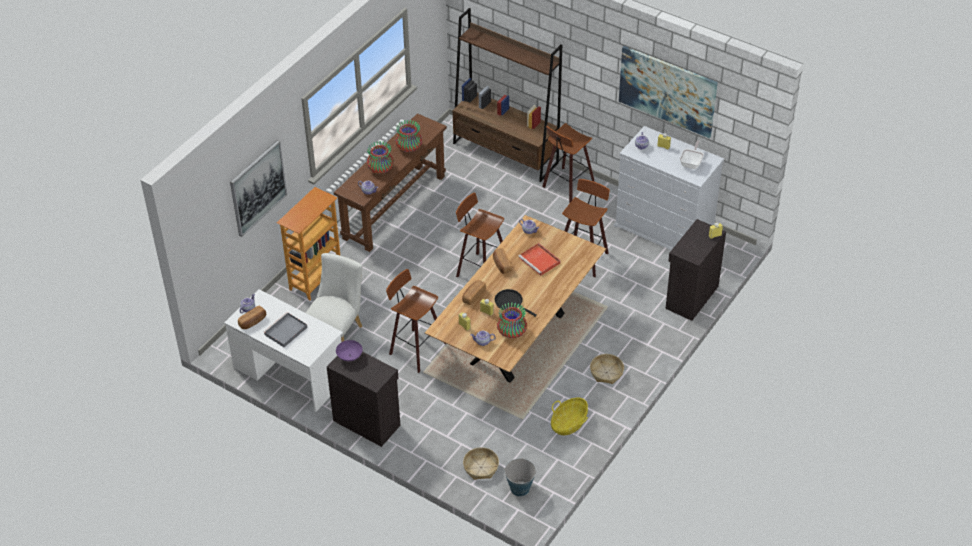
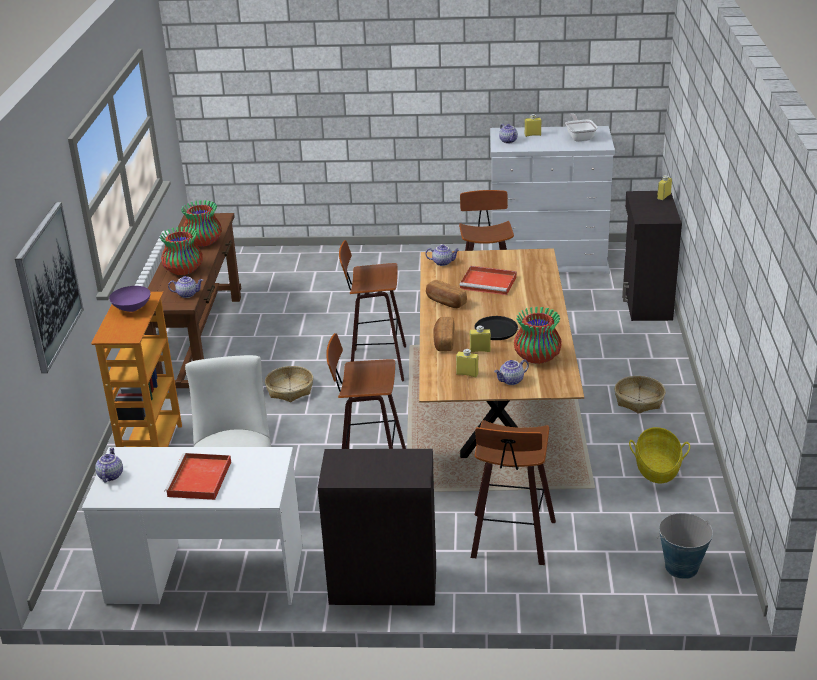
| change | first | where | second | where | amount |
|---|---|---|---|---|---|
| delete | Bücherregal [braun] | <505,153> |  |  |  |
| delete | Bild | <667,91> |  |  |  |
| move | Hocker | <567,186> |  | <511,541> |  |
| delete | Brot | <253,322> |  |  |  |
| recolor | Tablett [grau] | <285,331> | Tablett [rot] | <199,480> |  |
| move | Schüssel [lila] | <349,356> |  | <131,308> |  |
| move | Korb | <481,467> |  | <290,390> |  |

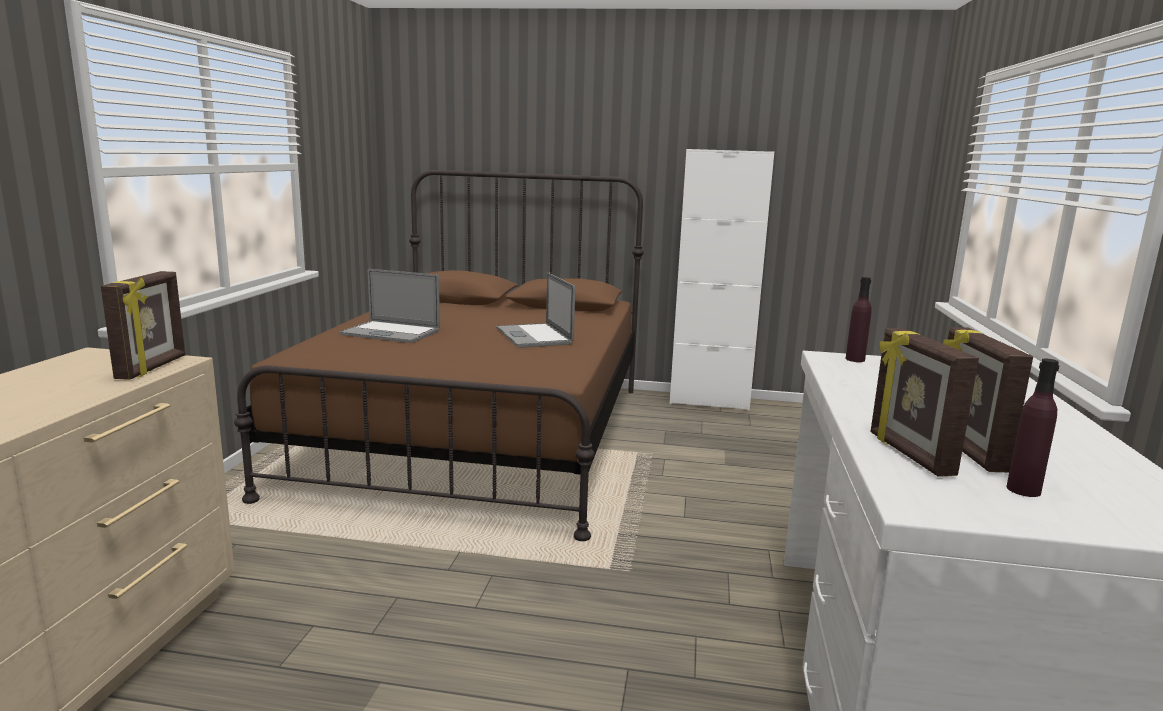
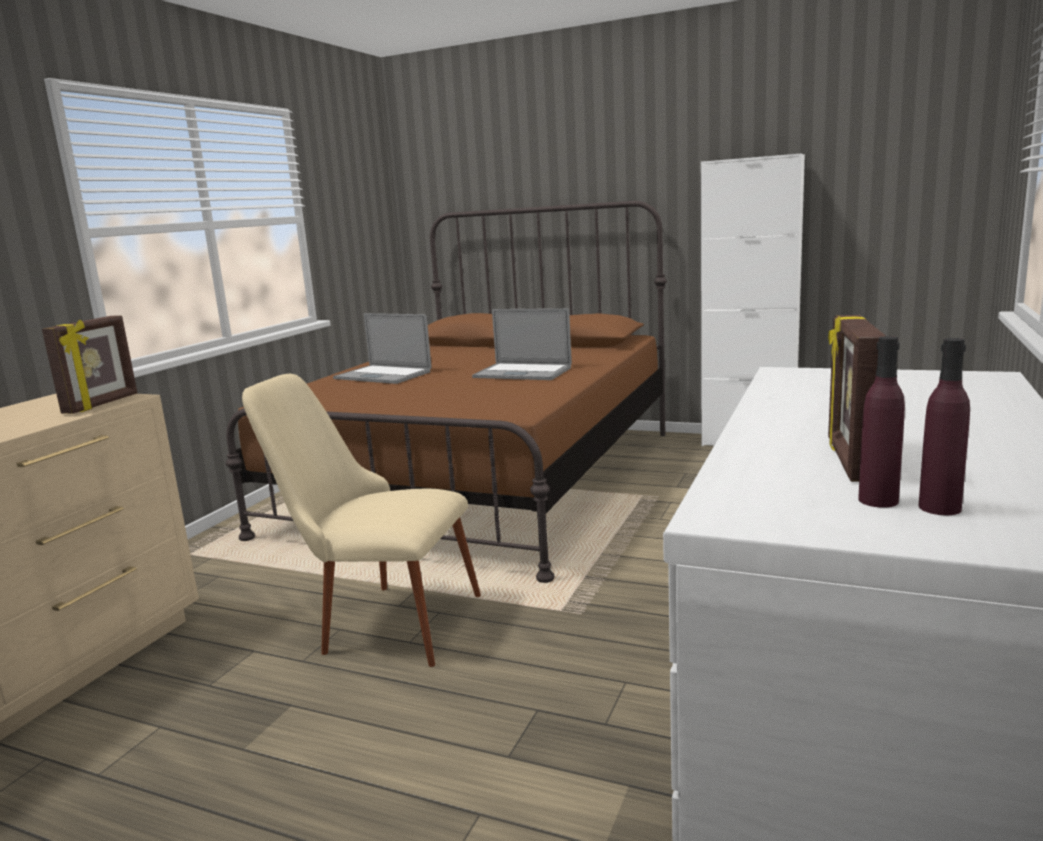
| change | first | where | second | where | amount |
|---|---|---|---|---|---|
| rotate | Laptop | <533,336> |  | <522,373> | 60 degrees counterclockwise |
| move | Flasche [lila] | <855,359> |  | <939,508> |  |
| delete | Bilderrahmen | <908,454> |  |  |  |
| insert |  |  | Stuhl [beige] | <378,620> |  |

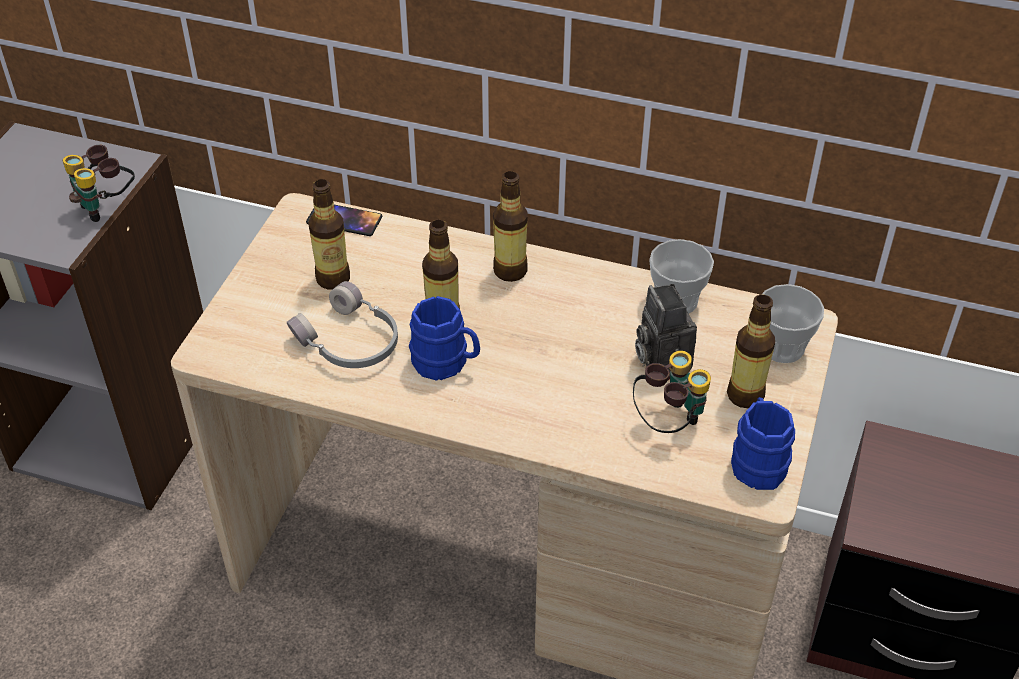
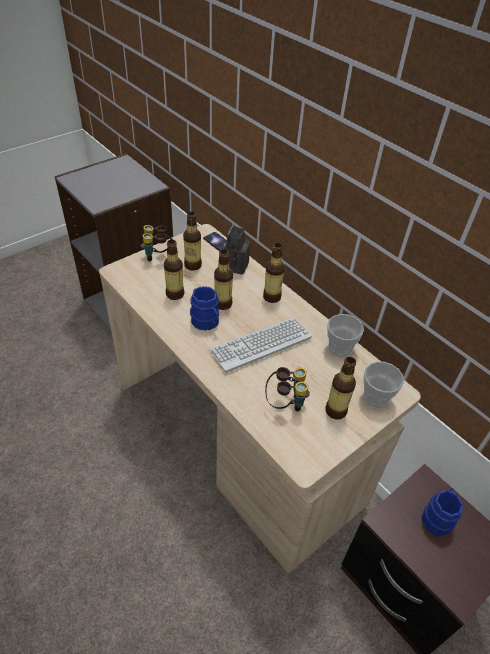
| change | first | where | second | where | amount |
|---|---|---|---|---|---|
| move | Fernglas | <107,206> |  | <159,256> |  |
| replace | Kopfhörer [grau] | <349,342> | Flasche | <175,294> |  |
| move | Kamera | <660,359> |  | <235,265> |  |
| move | Henkelbecher [blau] | <757,461> |  | <438,517> |  |
| insert |  |  | Tastatur | <260,344> |  |

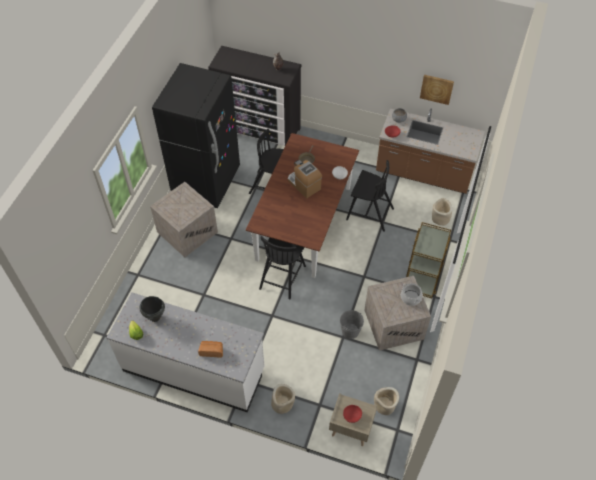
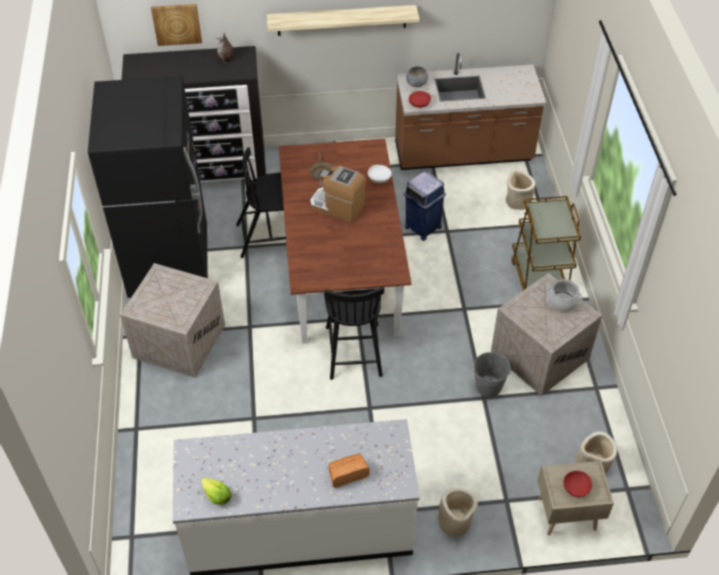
| change | first | where | second | where | amount |
|---|---|---|---|---|---|
| move | Bild | <436,89> |  | <177,24> |  |
| replace | Stuhl [schwarz] | <369,213> | Mülleimer [blau] | <422,227> |  |
| delete | Kochtopf [schwarz] | <155,317> |  |  |  |
| insert |  |  | Wandregal | <341,20> |  |

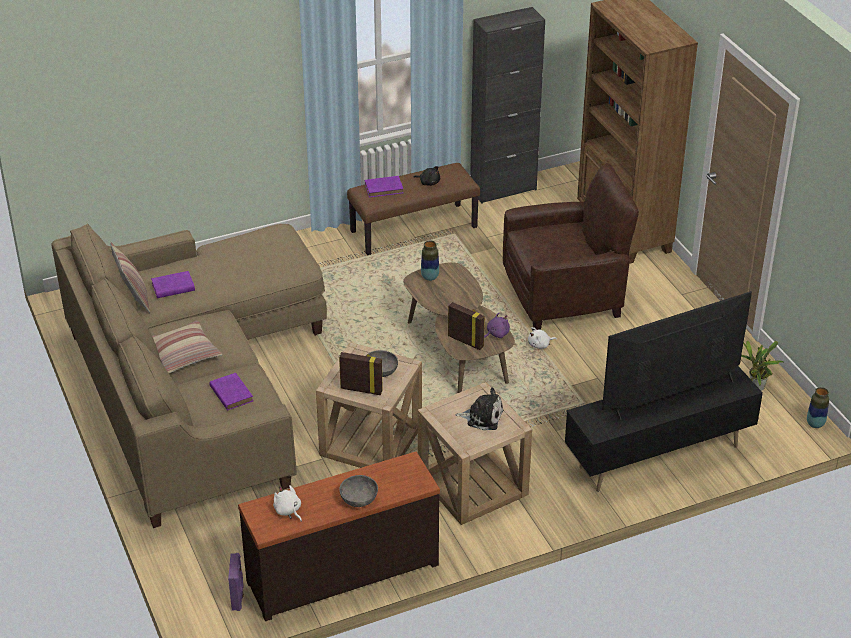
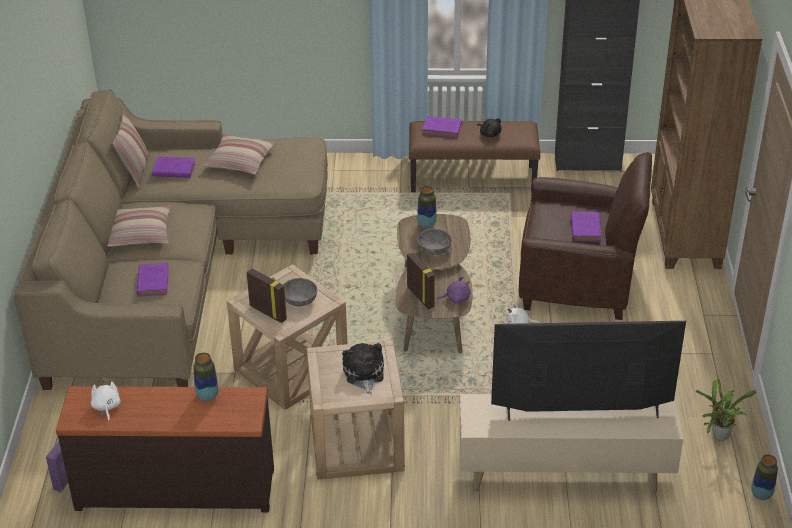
| change | first | where | second | where | amount |
|---|---|---|---|---|---|
| recolor | Fernsehschrank [schwarz] | <657,456> | Fernsehschrank [beige] | <563,474> |  |
| rotate | Plüschtier | <482,417> |  | <363,374> | 135 degrees counterclockwise |
| move | Schüssel [grau] | <358,499> |  | <434,249> |  |
| insert |  |  | Kissen | <240,161> |  |
| insert |  |  | Buch [lila] | <585,228> |  |
| insert |  |  | Vase | <207,396> |  |

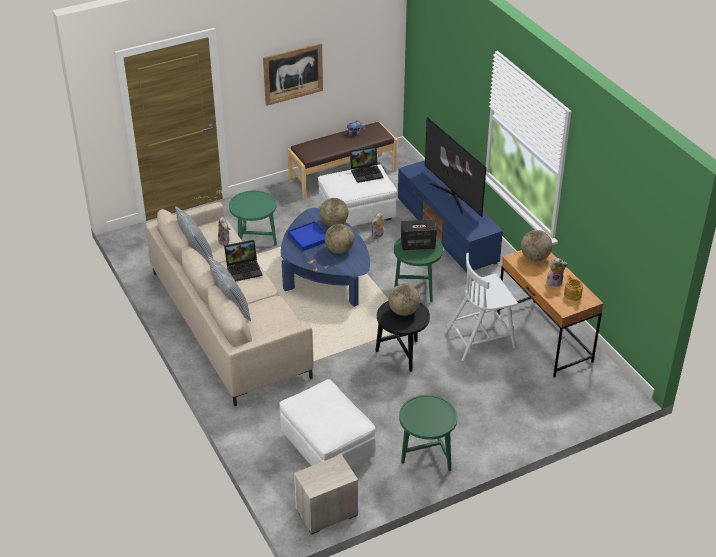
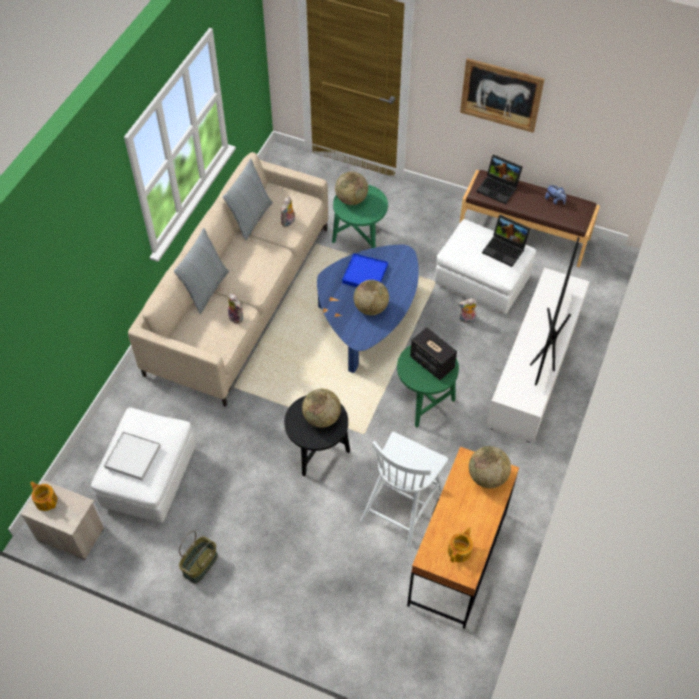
| change | first | where | second | where | amount |
|---|---|---|---|---|---|
| recolor | Fernsehschrank [blau] | <447,231> | Fernsehschrank [weiß] | <535,369> |  |
| move | Globus | <334,223> |  | <351,199> |  |
| move | Laptop | <244,269> |  | <499,188> |  |
| rotate | Stuhl [weiß] | <481,339> |  | <402,504> | 90 degrees counterclockwise |
| move | Plüschtier | <554,282> |  | <237,317> |  |
| replace | Beistelltisch [grün] | <426,457> | Korb | <200,565> |  |
| insert |  |  | Tablett [weiß] | <133,457> |  |
| insert |  |  | Teekanne | <46,500> |  |

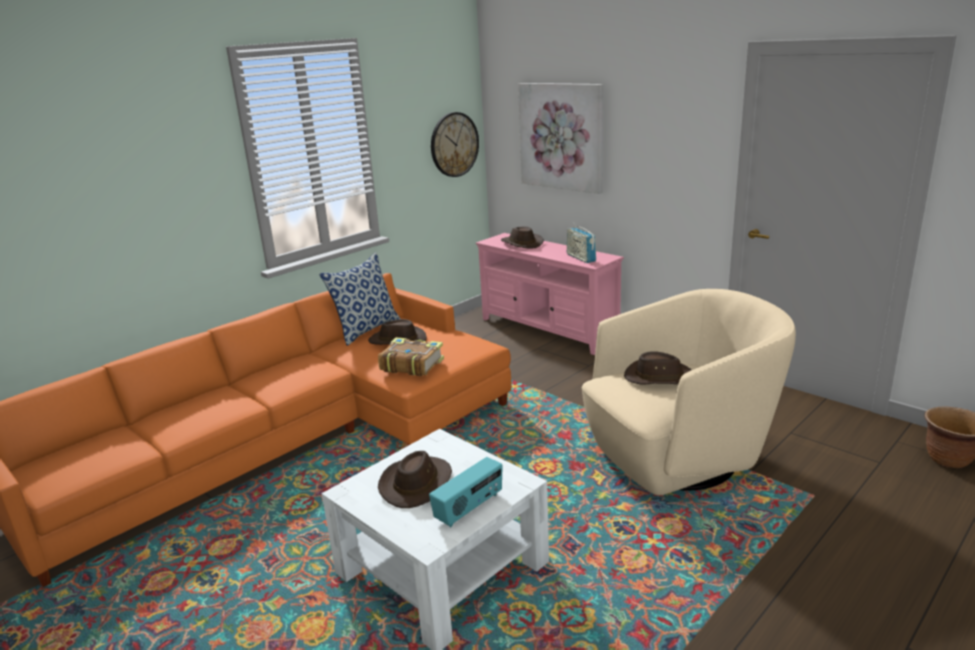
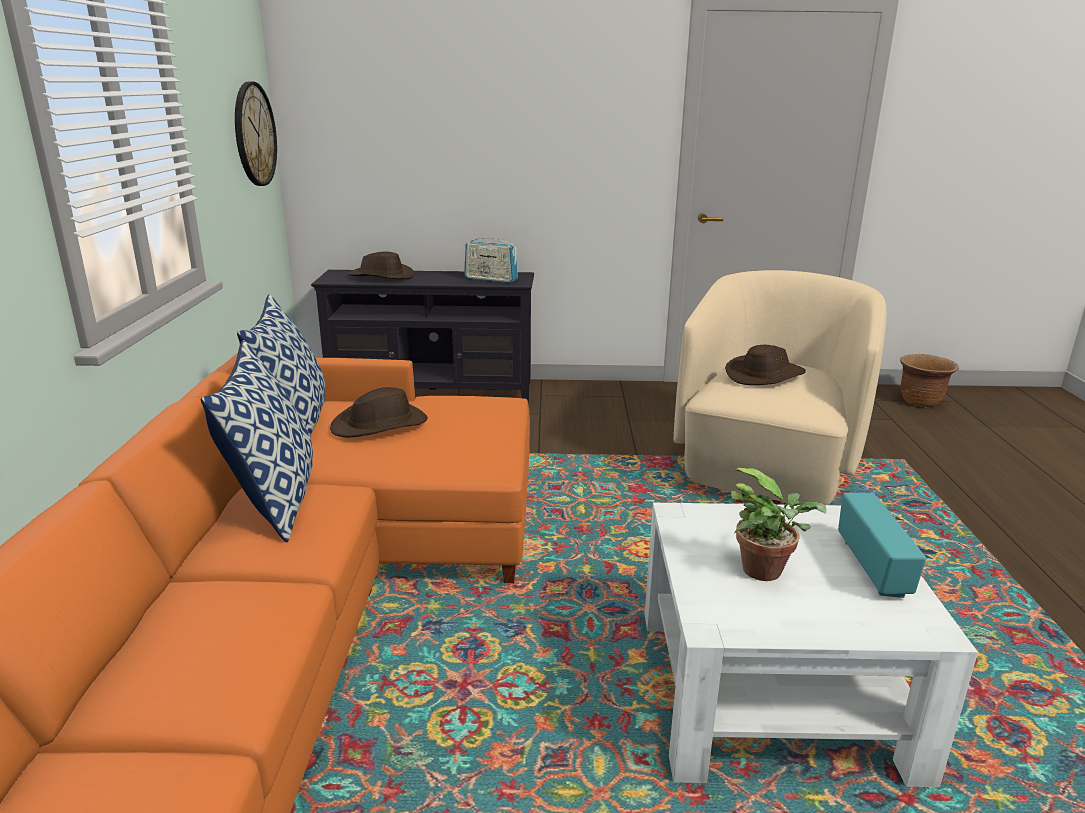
| change | first | where | second | where | amount |
|---|---|---|---|---|---|
| delete | Bild | <561,136> |  |  |  |
| recolor | Fernsehschrank [rosa] | <548,330> | Fernsehschrank [schwarz] | <432,390> |  |
| delete | Buch | <411,365> |  |  |  |
| replace | Hut [braun] | <416,483> | Topfpflanze | <767,572> |  |
| insert |  |  | Kissen | <274,501> |  |

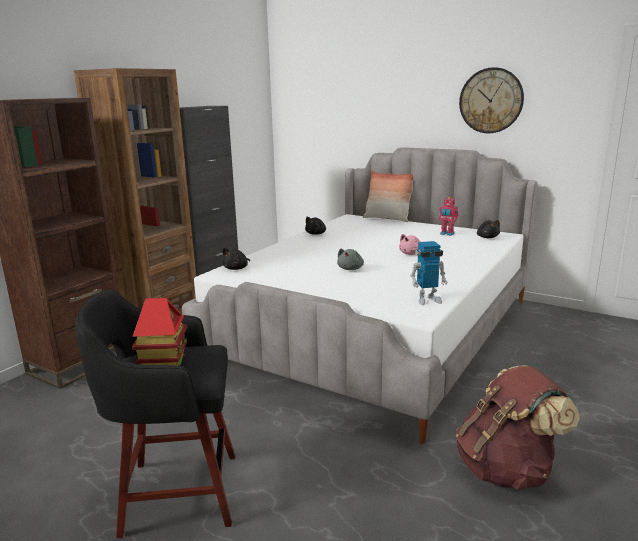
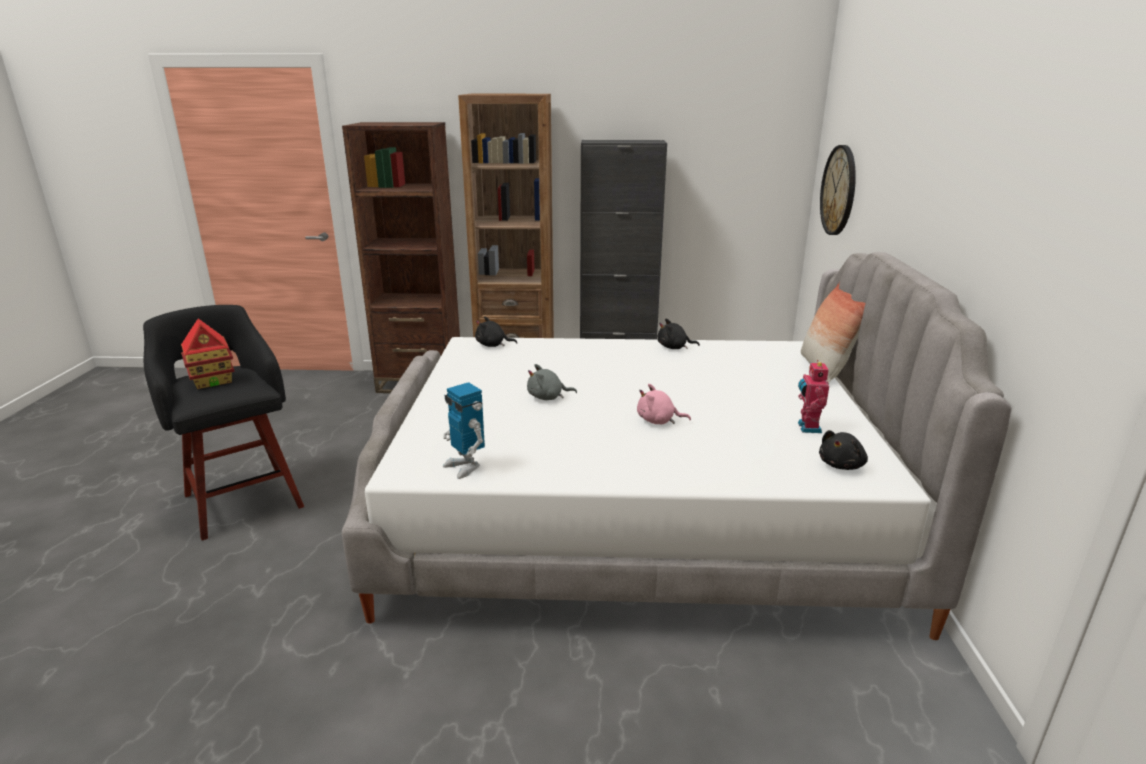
| change | first | where | second | where | amount |
|---|---|---|---|---|---|
| move | Wanduhr | <491,100> |  | <839,190> |  |
| delete | Rucksack [braun] | <506,470> |  |  |  |

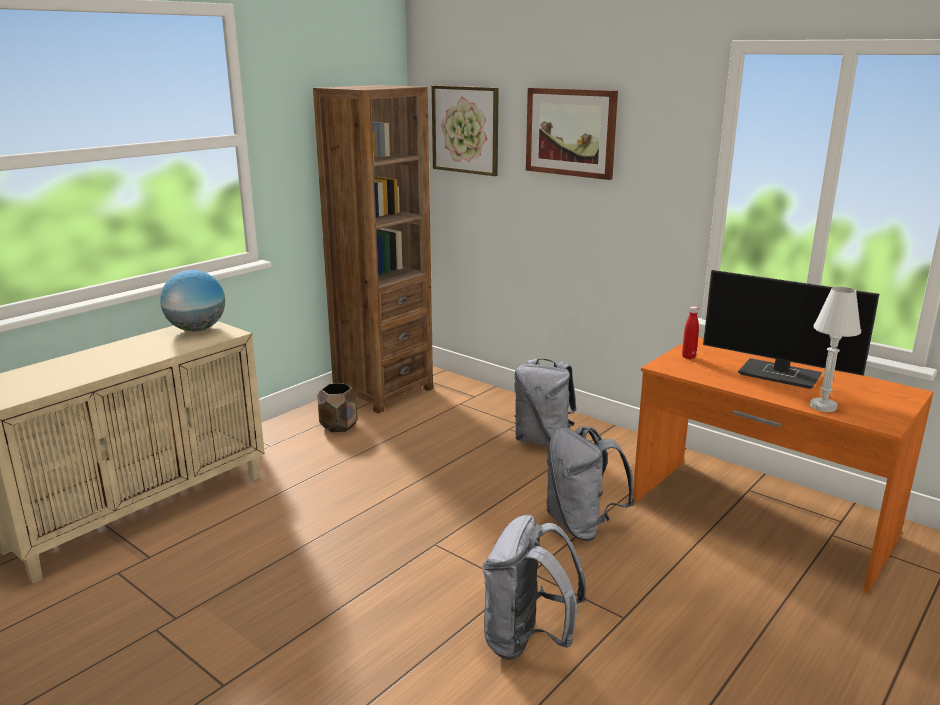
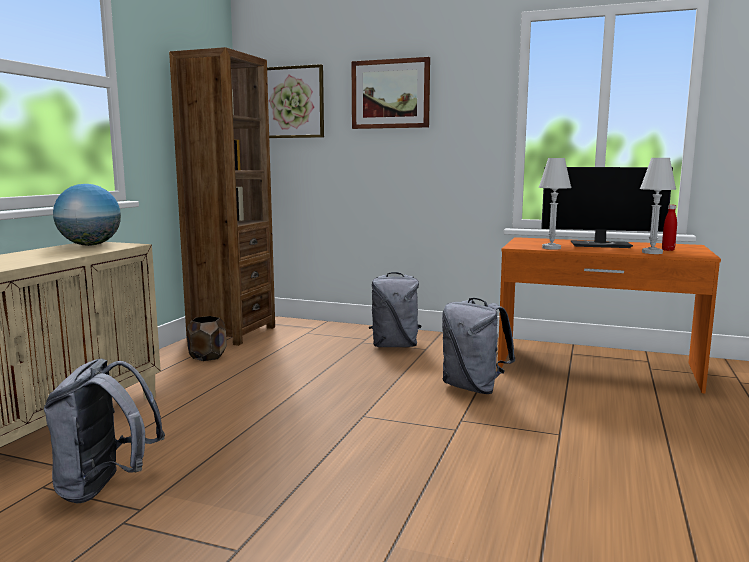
| change | first | where | second | where | amount |
|---|---|---|---|---|---|
| move | Flasche [rot] | <688,357> |  | <668,250> |  |
| move | Rucksack [grau] | <527,641> |  | <105,487> |  |
| insert |  |  | Tischlampe [weiß] | <551,248> |  |

